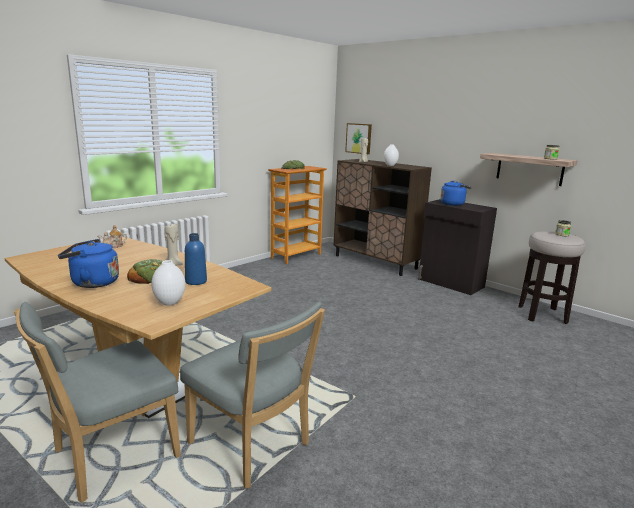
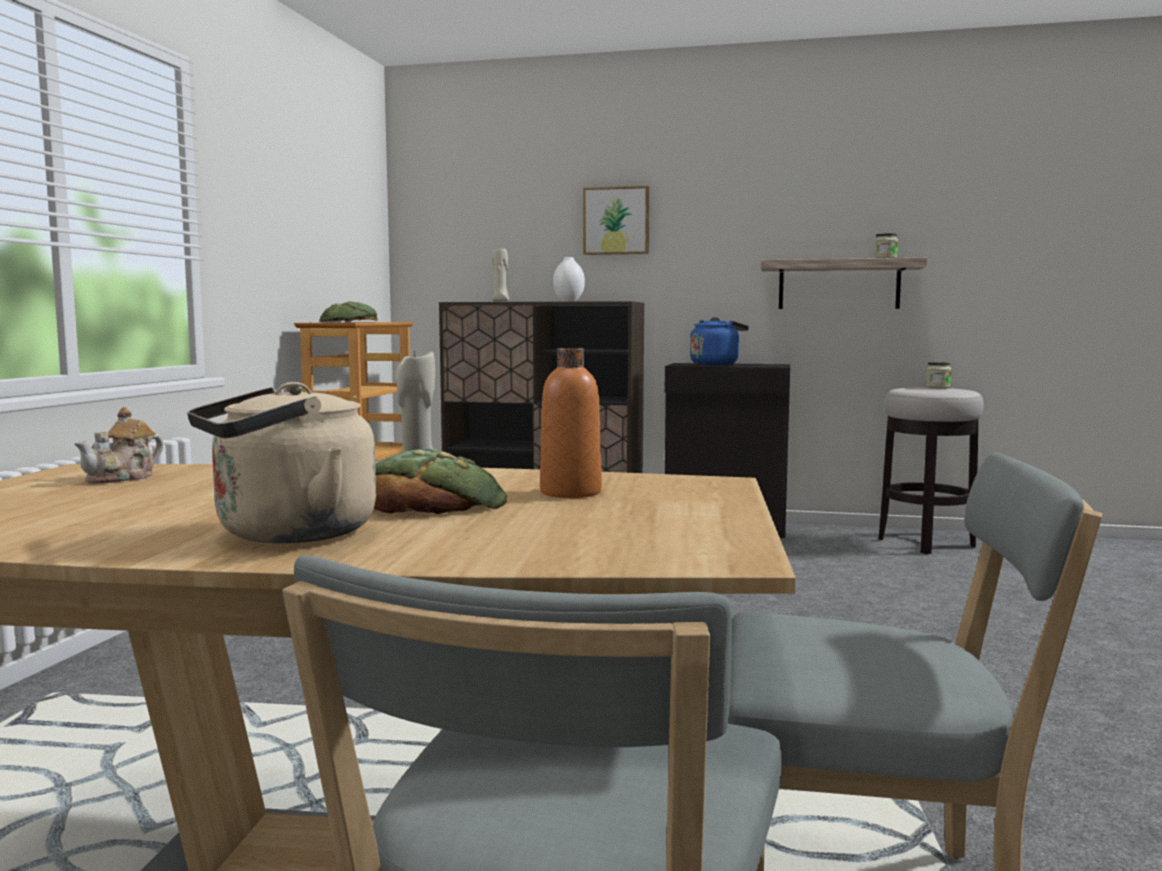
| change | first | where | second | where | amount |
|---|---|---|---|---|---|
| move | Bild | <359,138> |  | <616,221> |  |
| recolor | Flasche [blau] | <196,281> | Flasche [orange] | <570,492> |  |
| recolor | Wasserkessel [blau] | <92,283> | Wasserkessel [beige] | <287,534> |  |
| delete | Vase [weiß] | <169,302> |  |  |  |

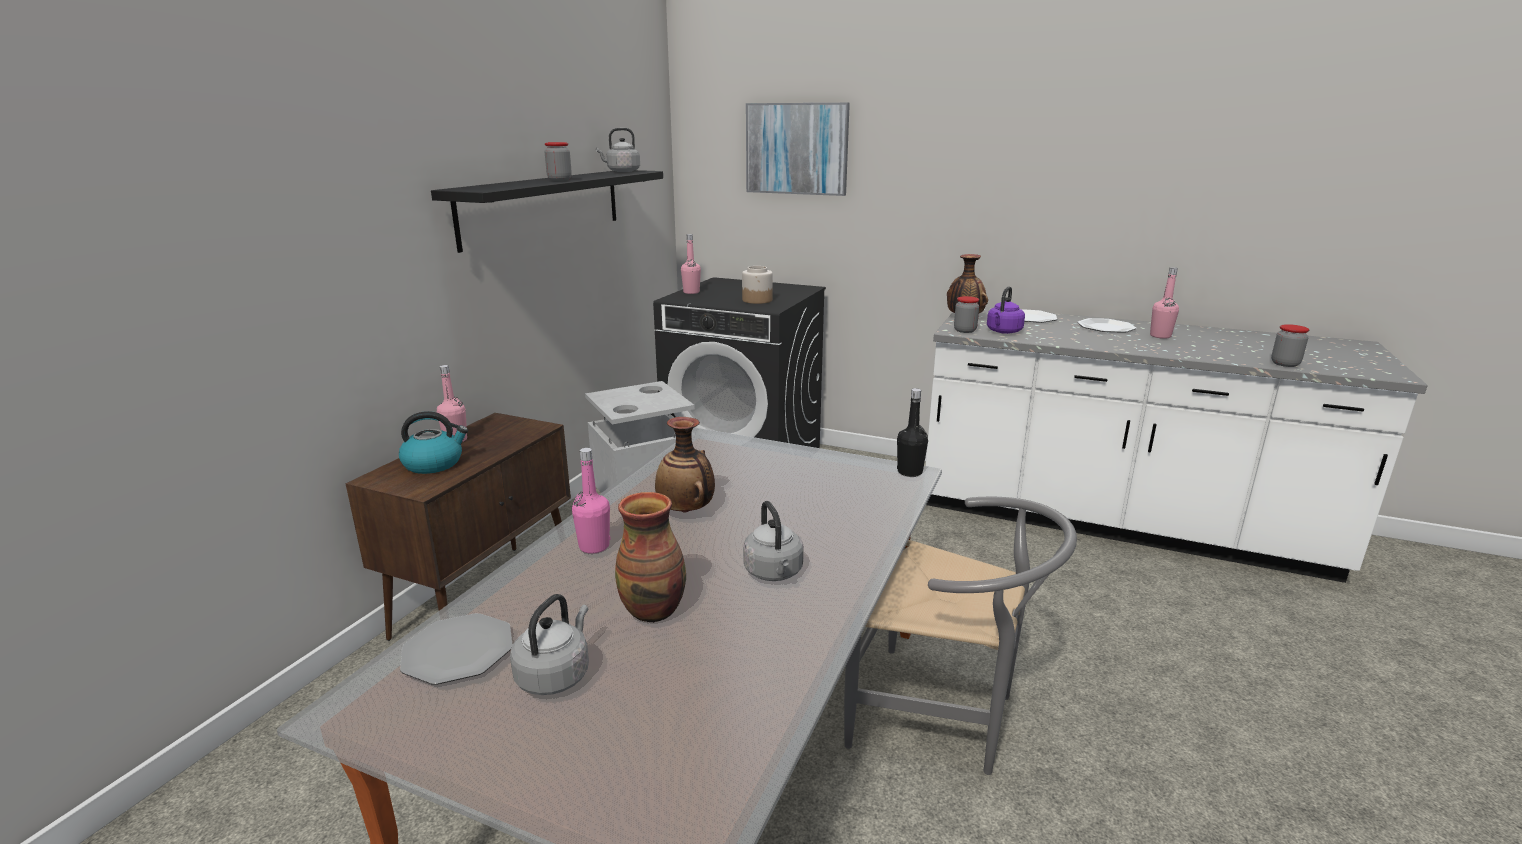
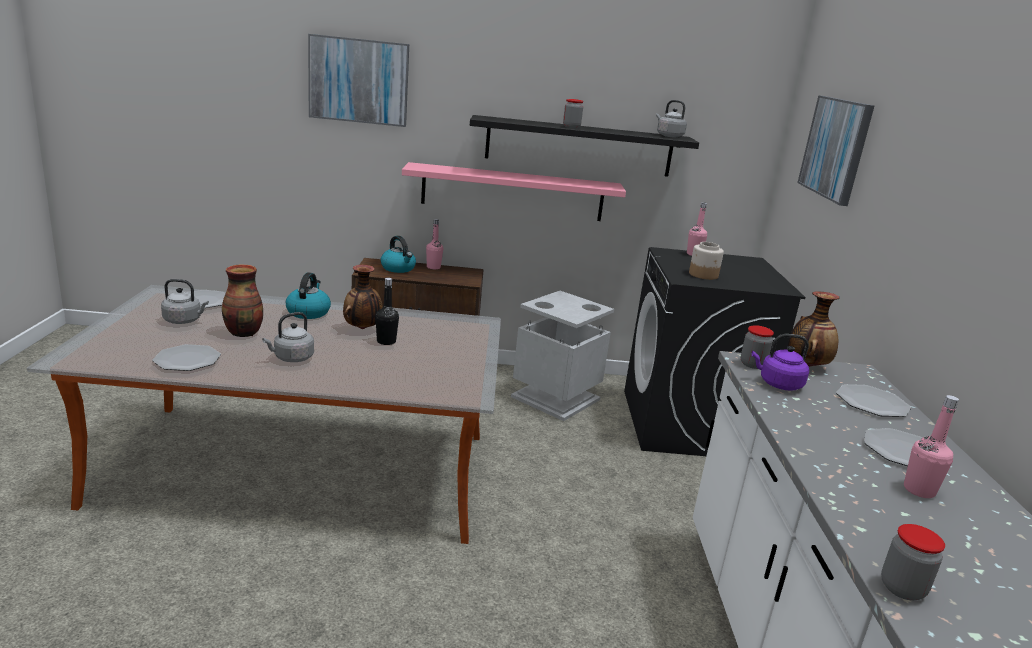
| change | first | where | second | where | amount |
|---|---|---|---|---|---|
| move | Flasche [schwarz] | <910,472> |  | <386,341> |  |
| replace | Flasche [rosa] | <594,546> | Wasserkessel | <308,312> |  |
| delete | Stuhl [grau] | <945,717> |  |  |  |
| insert |  |  | Bild | <359,81> |  |
| insert |  |  | Wandregal [rosa] | <513,192> |  |
| insert |  |  | Teller | <187,360> |  |

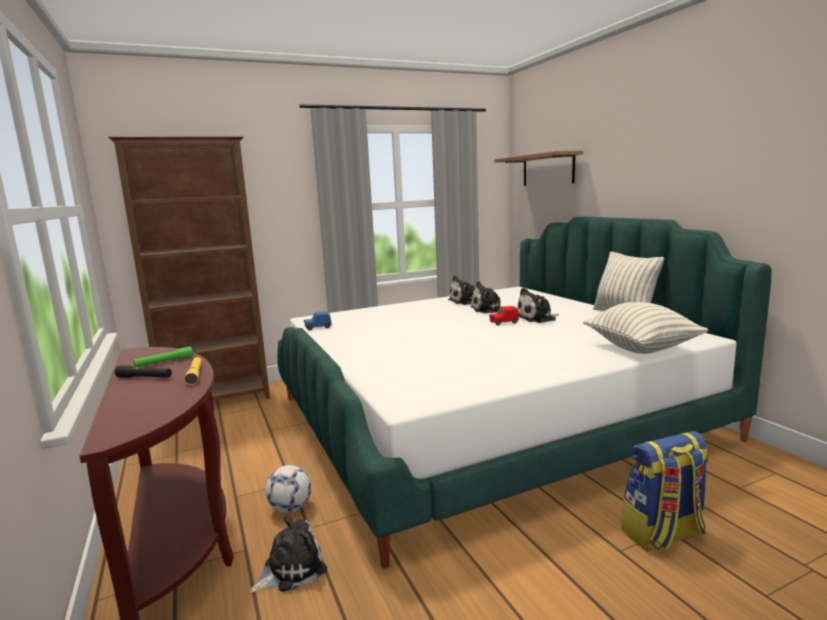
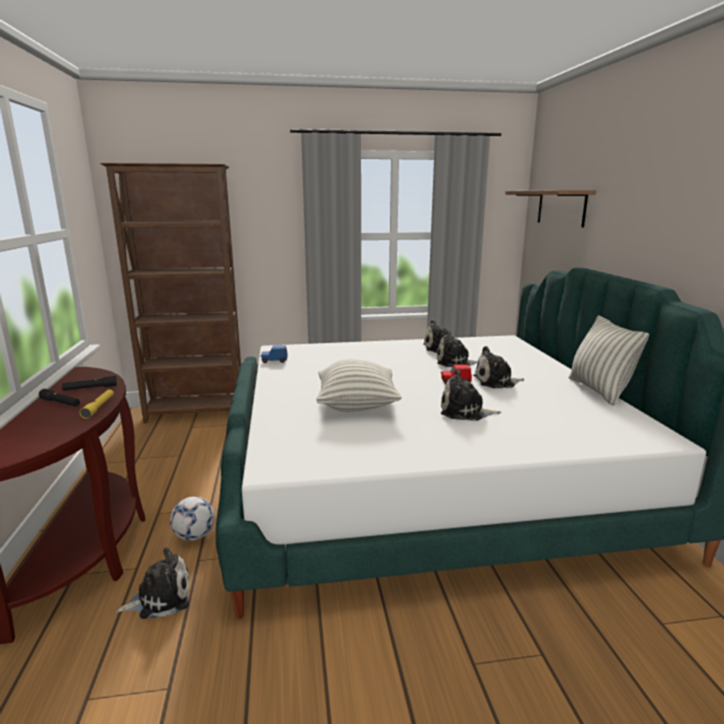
| change | first | where | second | where | amount |
|---|---|---|---|---|---|
| move | Kissen | <641,348> |  | <357,405> |  |
| recolor | Taschenlampe [grün] | <164,362> | Taschenlampe [schwarz] | <90,388> |  |
| delete | Rucksack | <663,534> |  |  |  |
| insert |  |  | Plüschtier | <465,411> |  |

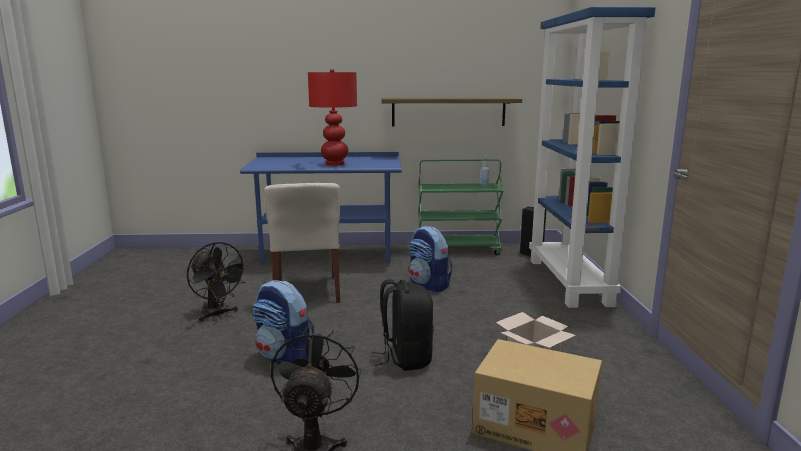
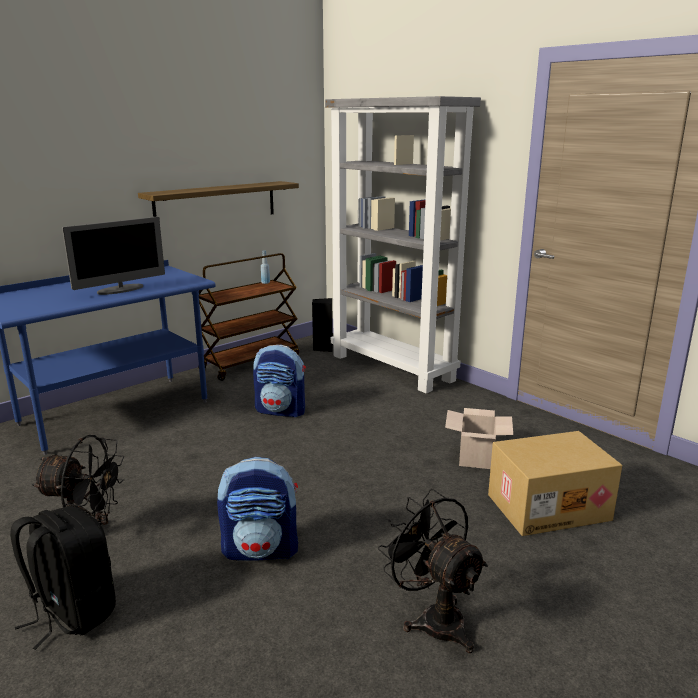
| change | first | where | second | where | amount |
|---|---|---|---|---|---|
| recolor | Bücherregal [blau] | <570,282> | Bücherregal [grau] | <393,368> |  |
| replace | Tischlampe [rot] | <335,164> | Monitor | <121,290> |  |
| recolor | Rollwagen [grün] | <457,250> | Rollwagen [braun] | <250,363> |  |
| delete | Stuhl [beige] | <307,291> |  |  |  |
| move | Rucksack [schwarz] | <405,358> |  | <72,613> |  |

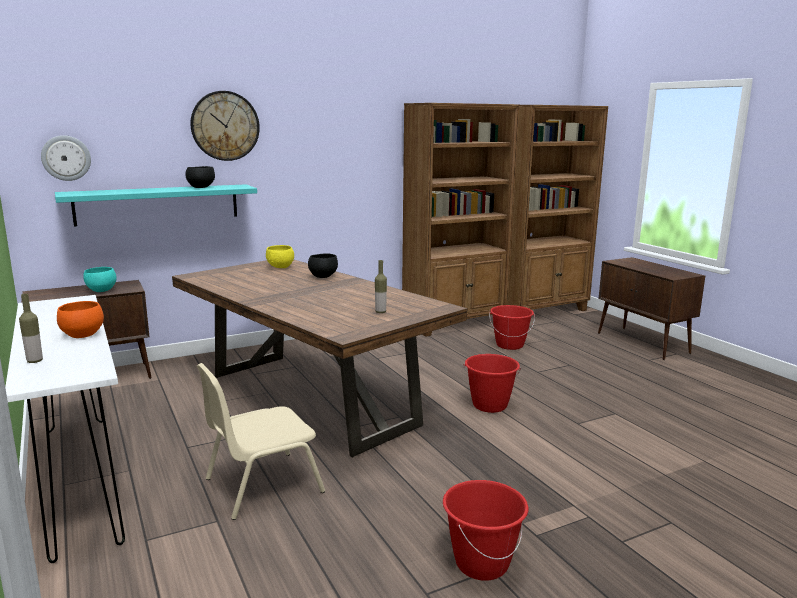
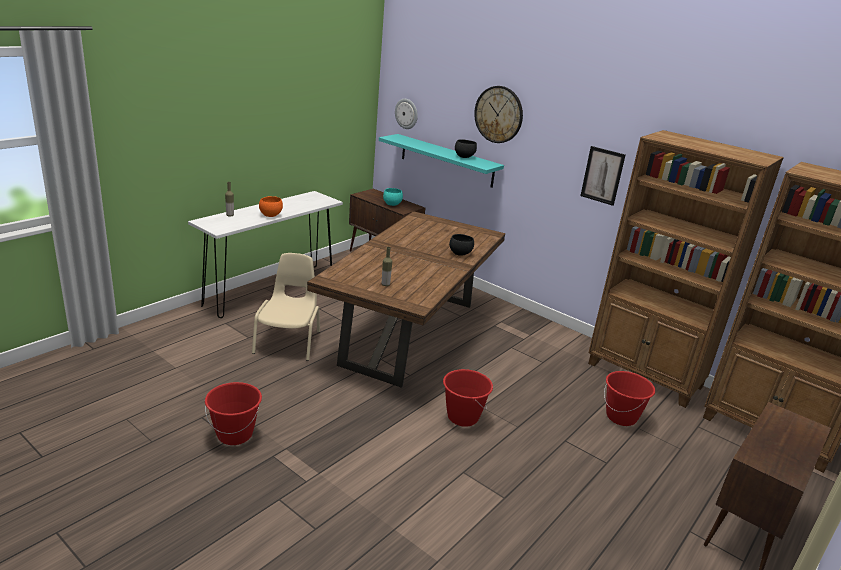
| change | first | where | second | where | amount |
|---|---|---|---|---|---|
| delete | Schüssel [gelb] | <281,267> |  |  |  |
| rotate | Stuhl [beige] | <261,485> |  | <288,342> | 60 degrees clockwise |
| insert |  |  | Bild | <602,175> |  |

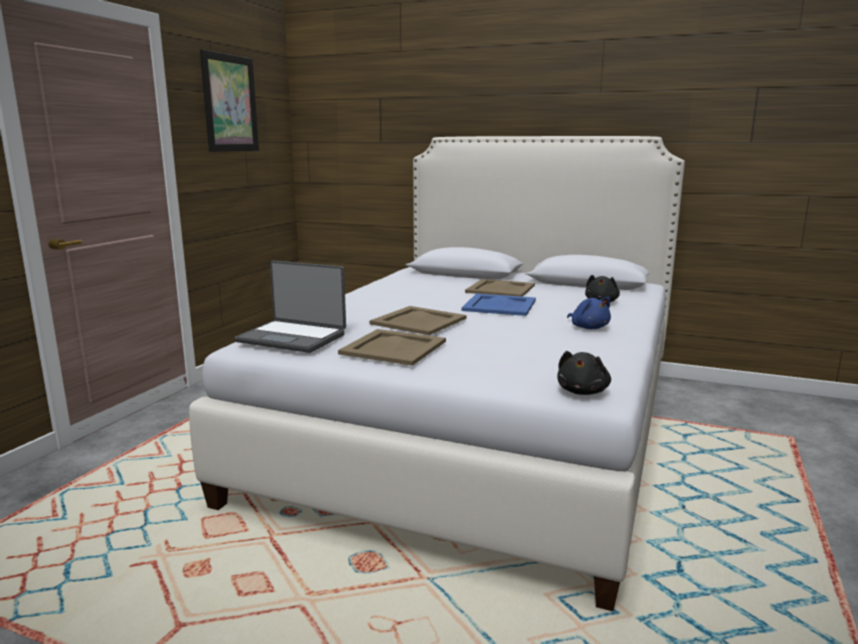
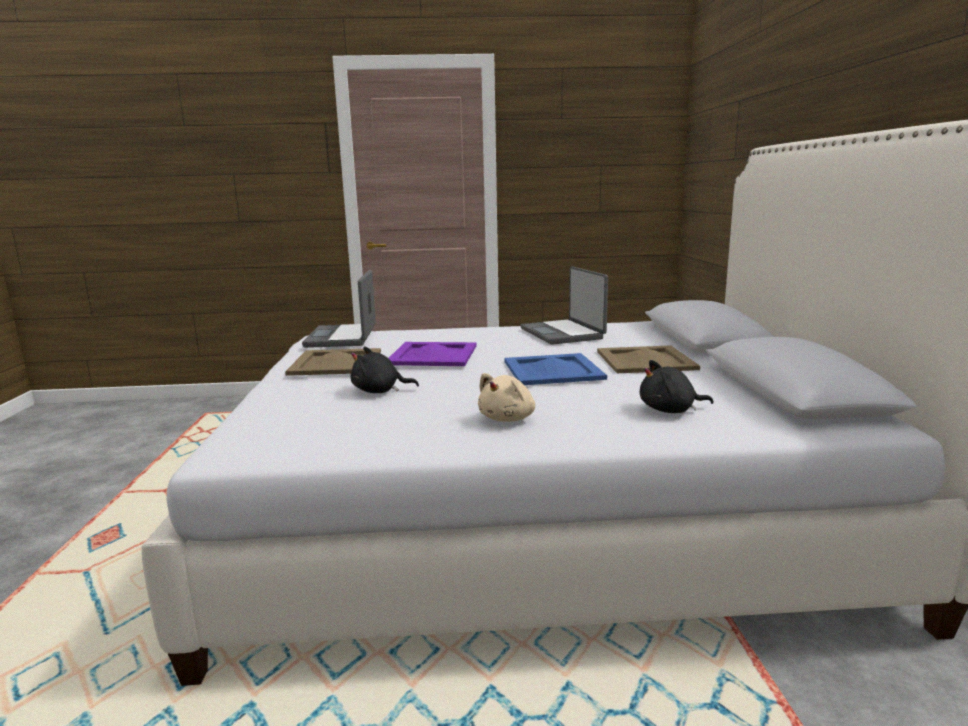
| change | first | where | second | where | amount |
|---|---|---|---|---|---|
| delete | Bild | <230,103> |  |  |  |
| recolor | Plüschtier [blau] | <589,327> | Plüschtier [beige] | <508,418> |  |
| recolor | Tablett [beige] | <417,321> | Tablett [lila] | <432,355> |  |
| move | Plüschtier [schwarz] | <583,391> |  | <379,391> |  |
| insert |  |  | Laptop | <563,333> |  |

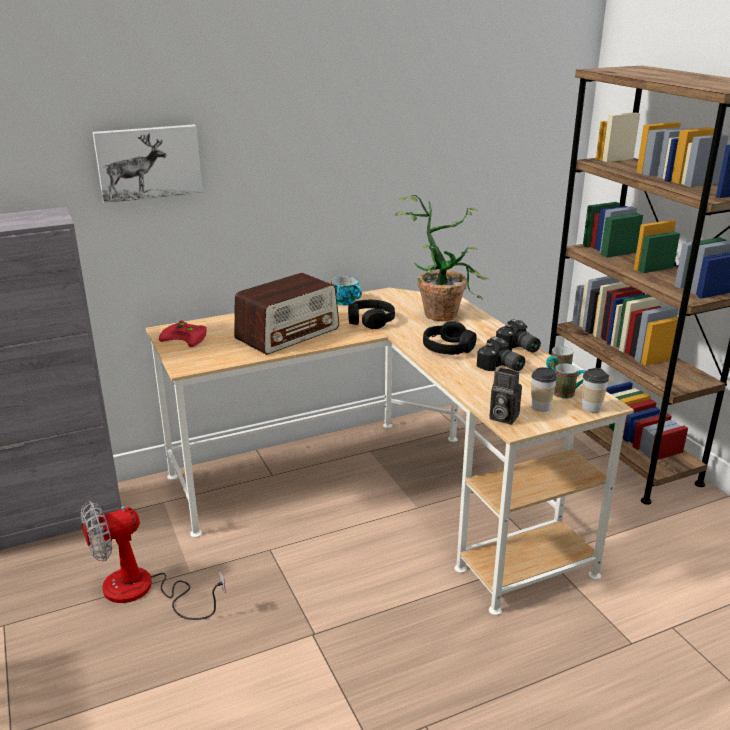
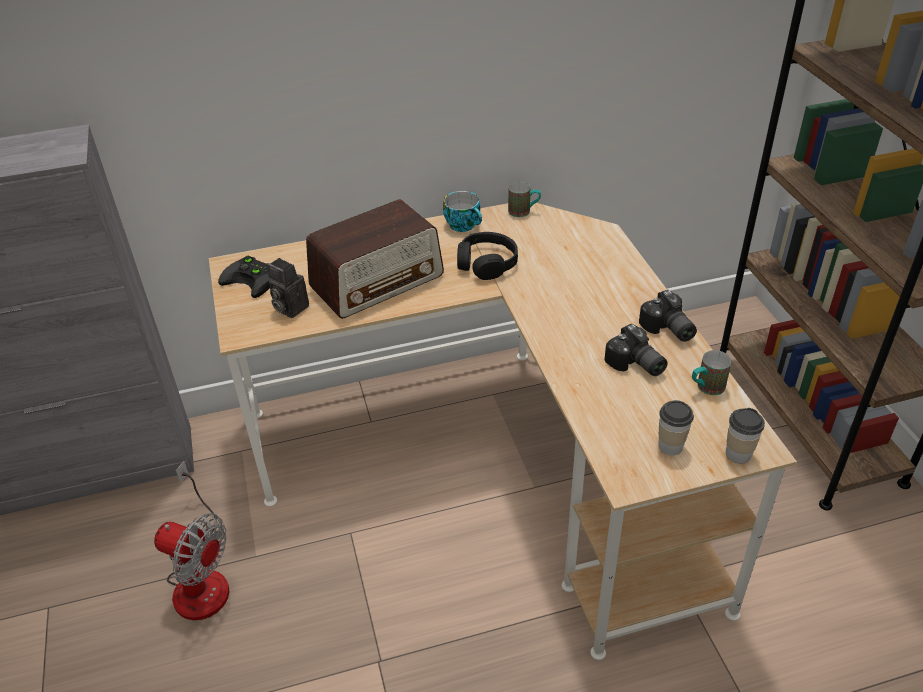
| change | first | where | second | where | amount |
|---|---|---|---|---|---|
| delete | Bild | <148,162> |  |  |  |
| delete | Topfpflanze | <442,311> |  |  |  |
| recolor | Gamepad [rot] | <187,337> | Gamepad [schwarz] | <254,279> |  |
| delete | Kopfhörer [schwarz] | <448,348> |  |  |  |
| move | Henkelbecher | <568,393> |  | <524,211> |  |
| move | Kamera | <502,417> |  | <289,308> |  |
| rotate | Ventilator | <143,591> |  | <200,577> | 135 degrees counterclockwise |

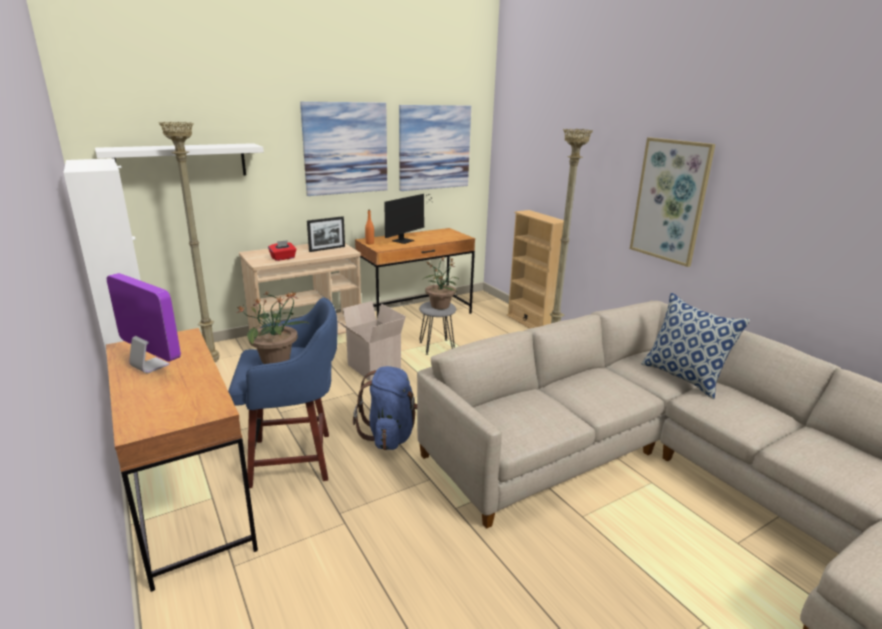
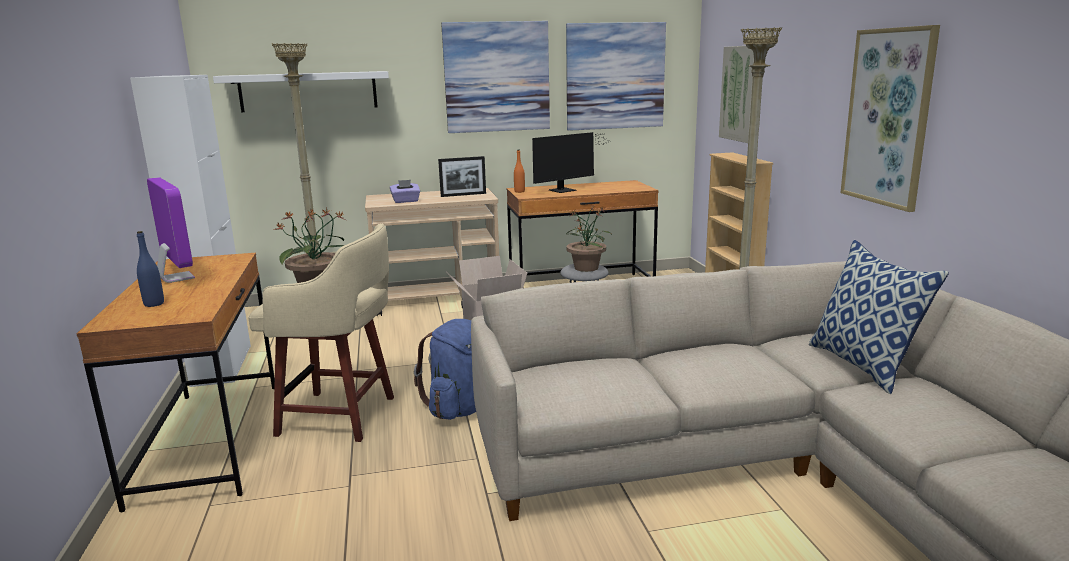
| change | first | where | second | where | amount |
|---|---|---|---|---|---|
| recolor | Taschentuchbox [rot] | <283,258> | Taschentuchbox [lila] | <406,201> |  |
| recolor | Hocker [blau] | <295,459> | Hocker [beige] | <341,416> |  |
| insert |  |  | Bild | <740,93> |  |
| insert |  |  | Flasche [blau] | <154,304> |  |

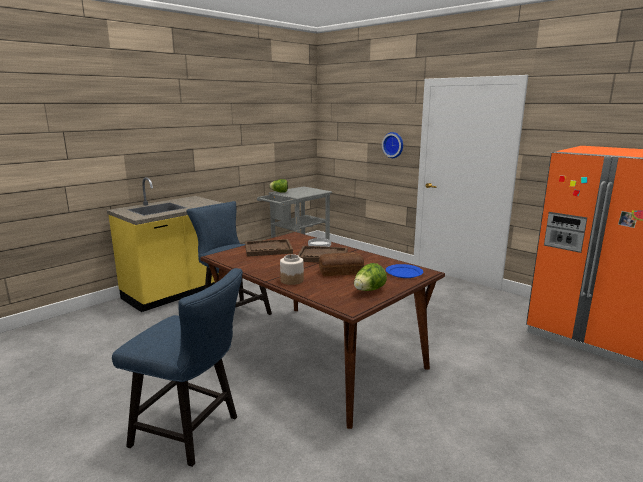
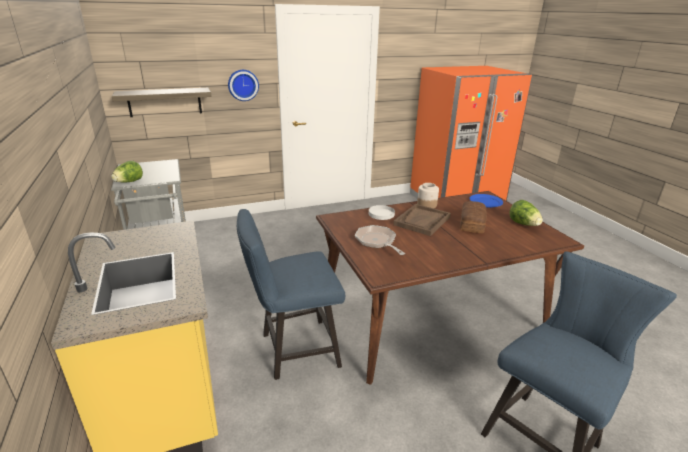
| change | first | where | second | where | amount |
|---|---|---|---|---|---|
| replace | Tablett [braun] | <268,249> | Pfanne | <377,242> |  |
| move | Vorratsglas | <292,280> |  | <426,205> |  |
| insert |  |  | Wandregal | <165,102> |  |

